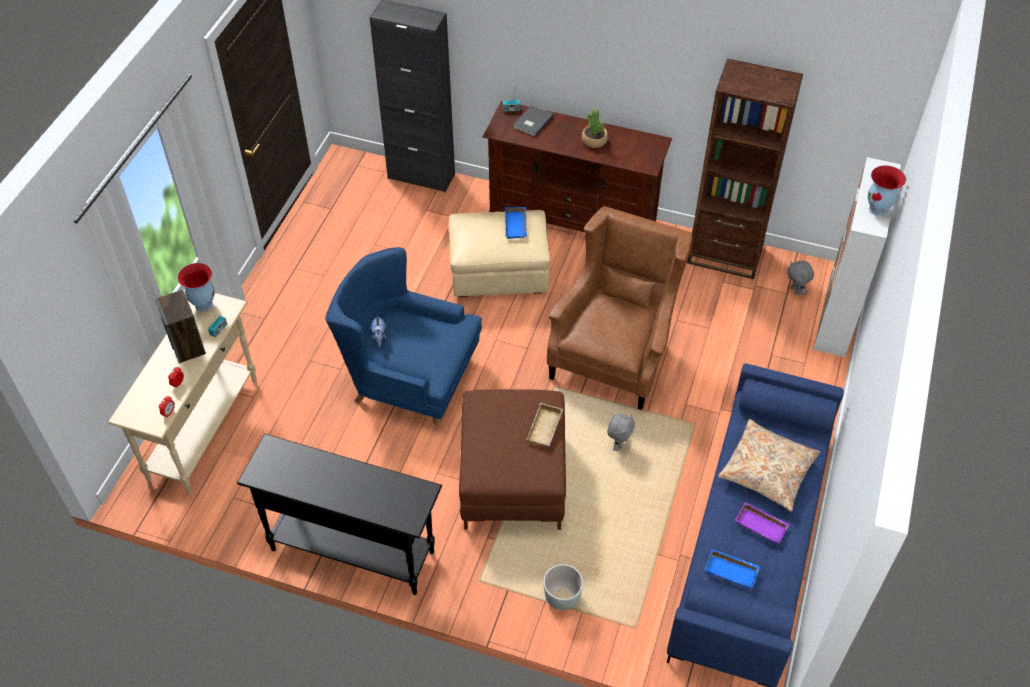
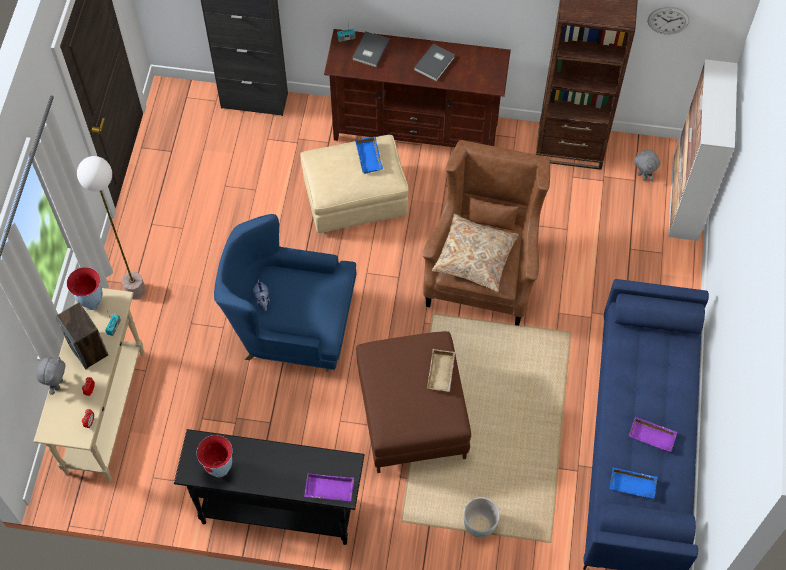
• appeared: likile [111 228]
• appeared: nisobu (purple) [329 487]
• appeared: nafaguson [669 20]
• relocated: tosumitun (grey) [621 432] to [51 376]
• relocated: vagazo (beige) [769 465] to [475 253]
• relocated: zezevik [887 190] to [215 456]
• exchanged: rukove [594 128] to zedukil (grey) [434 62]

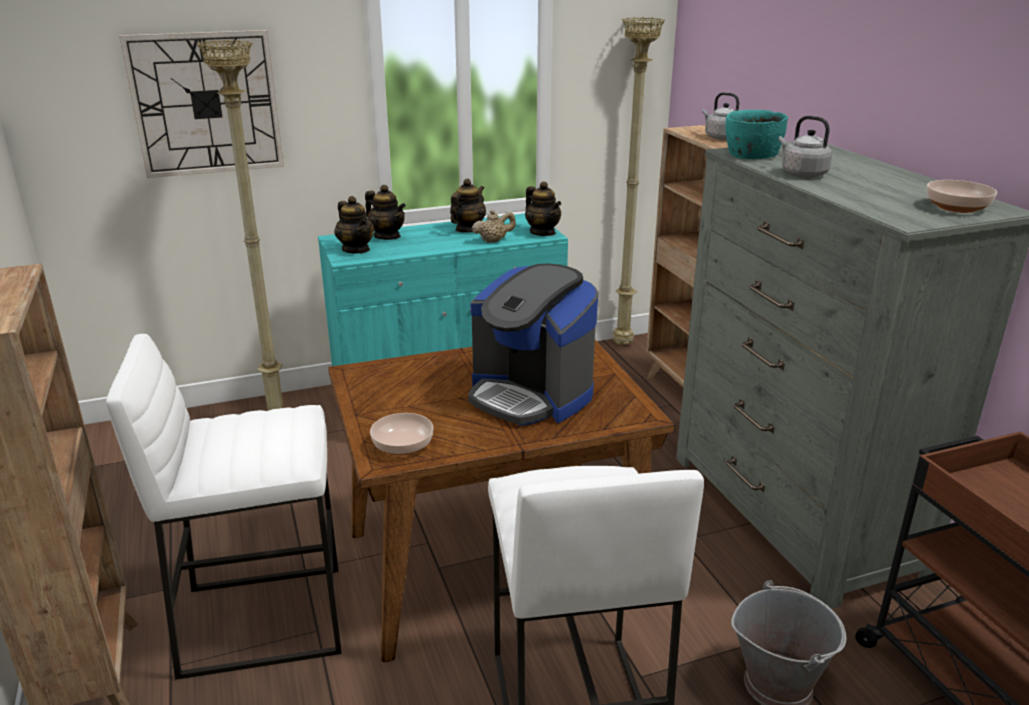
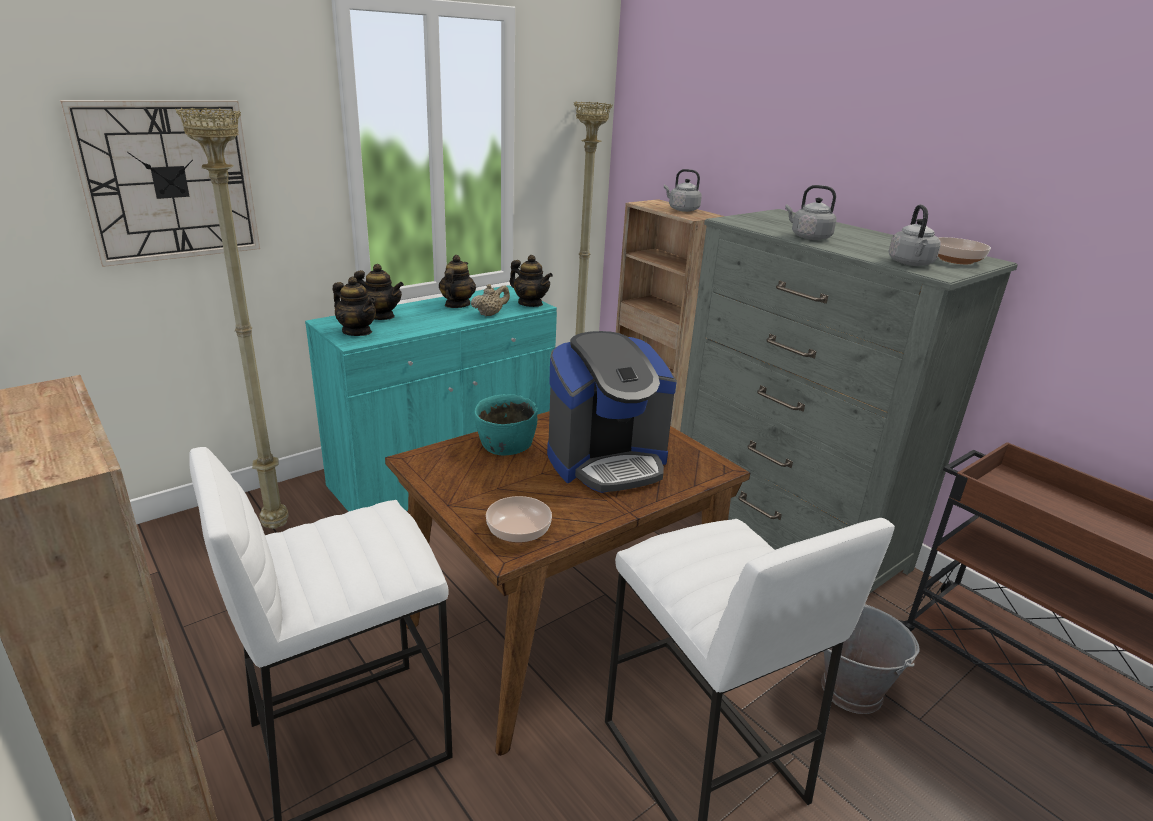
• appeared: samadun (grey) [914 235]
• relocated: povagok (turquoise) [757 134] to [506 424]
• spun: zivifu [533 345] = [612 412] 45 degrees counterclockwise

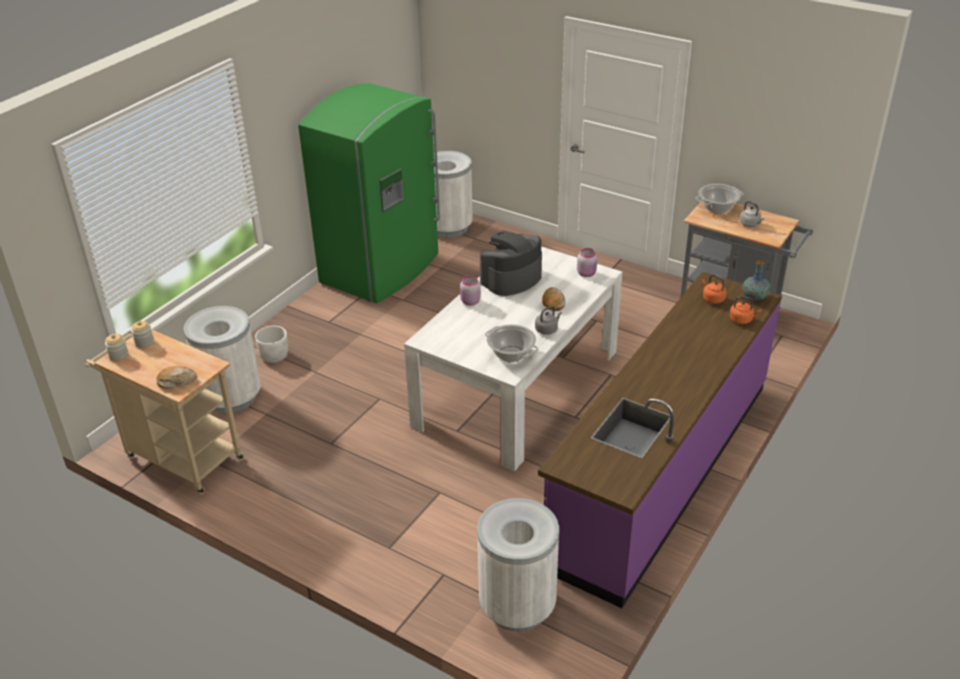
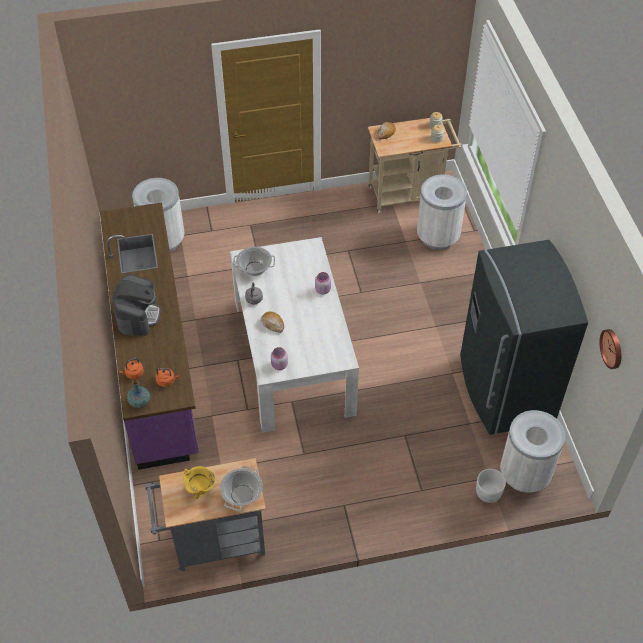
• appeared: nafaguson [610 349]
• relocated: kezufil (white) [271 344] to [491 486]
• relocated: zivifu [511 263] to [136 305]
• exchanged: samadun (grey) [752 214] to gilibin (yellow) [199 482]
• colour: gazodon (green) [369 193] to gazodon (grey) [524 337]

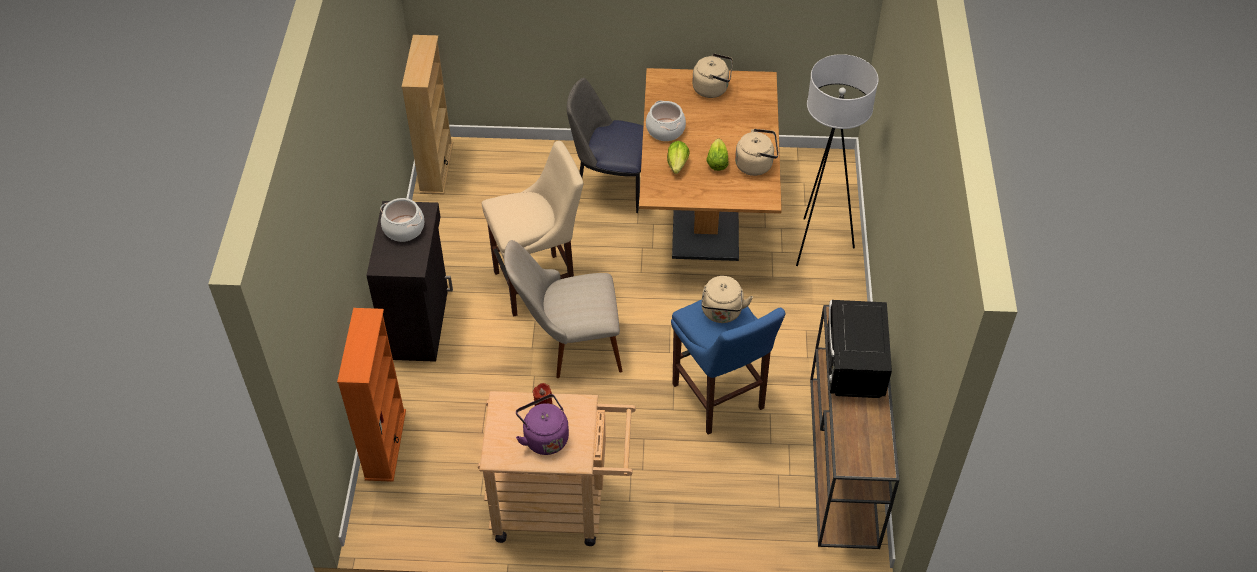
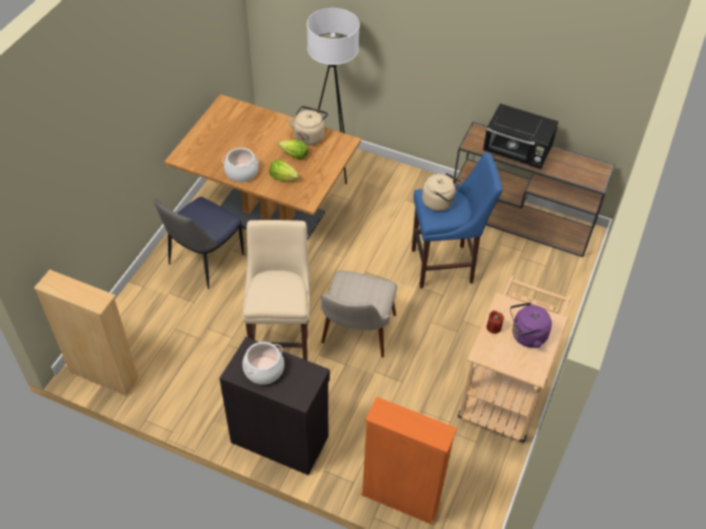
• missing: samadun (beige) [712 75]

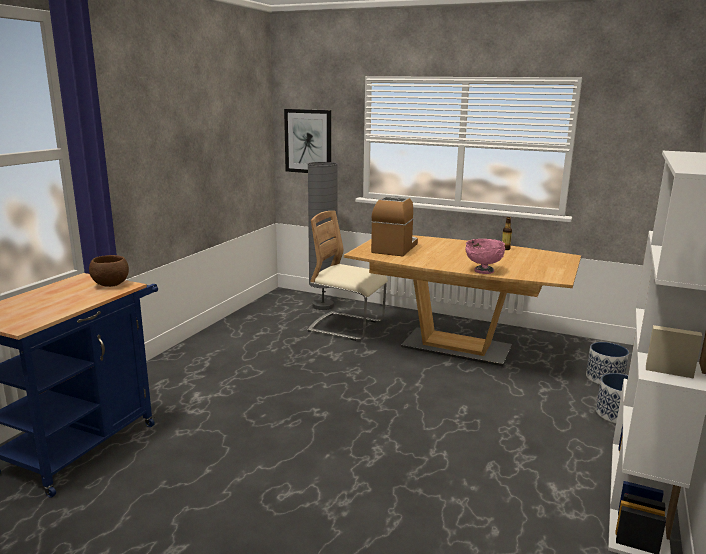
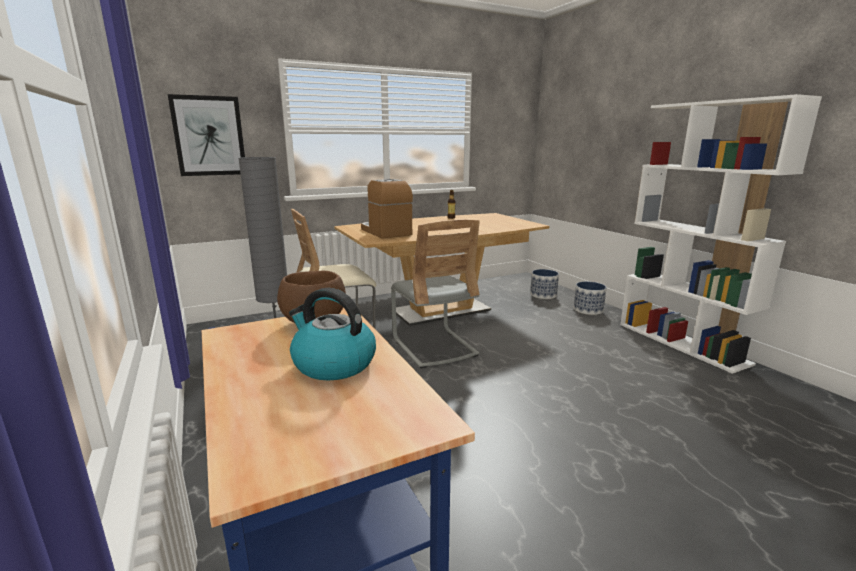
• missing: povagok (pink) [485 256]
• appeared: samadun [332 334]
• appeared: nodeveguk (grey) [435 293]

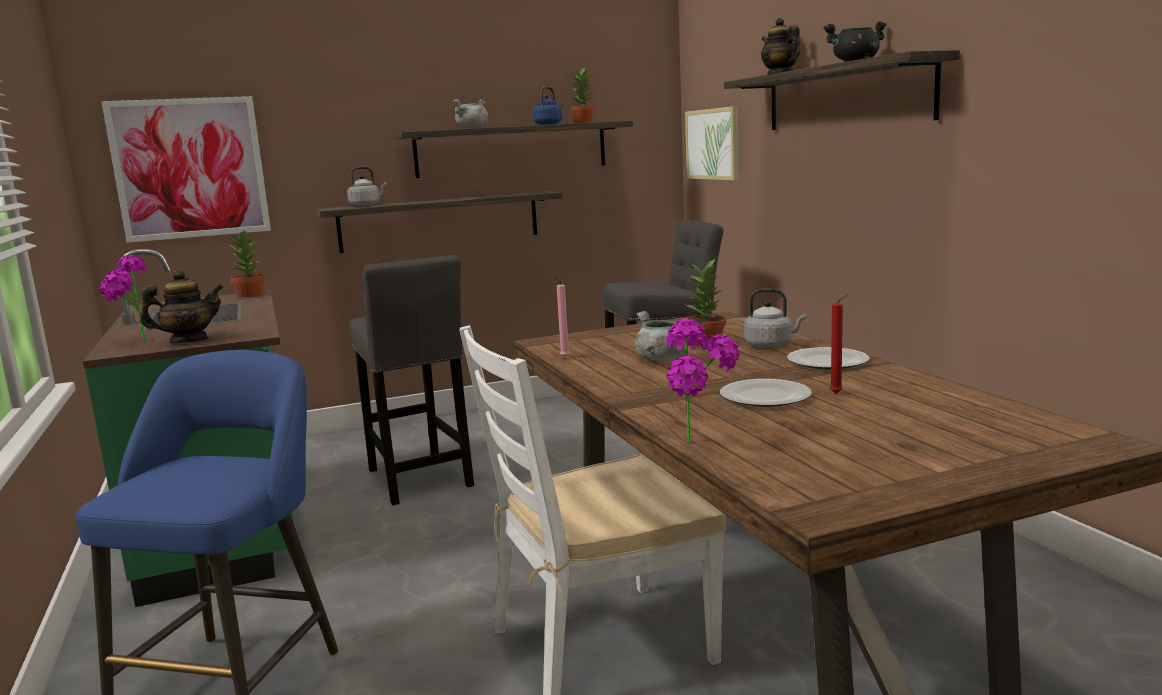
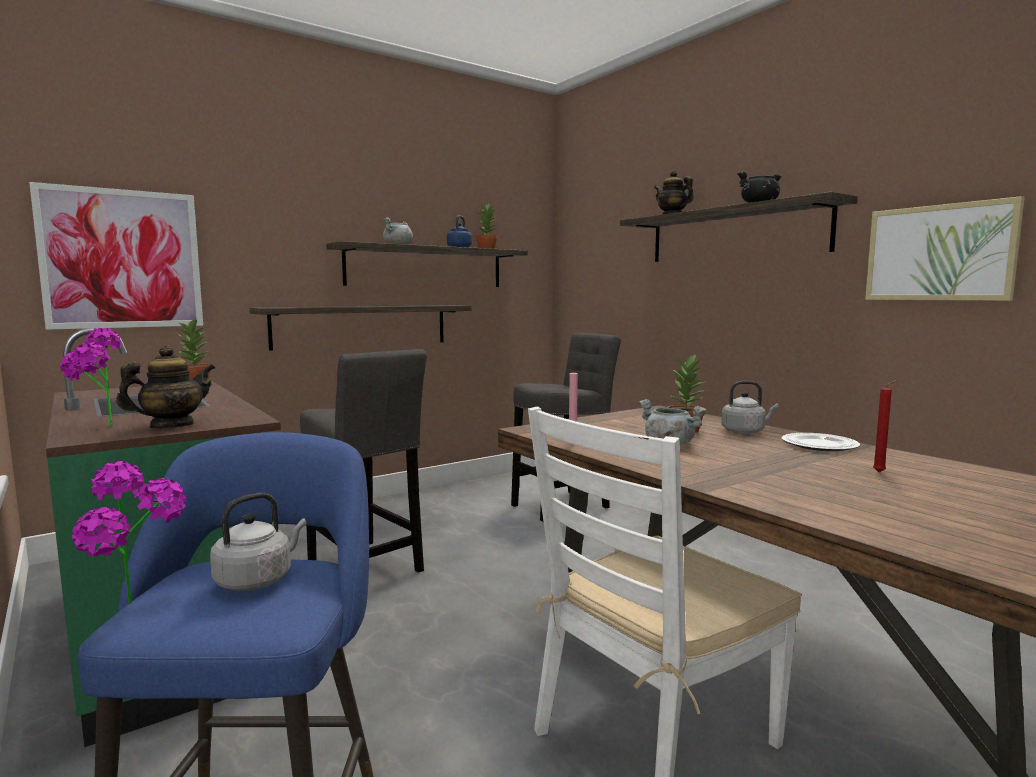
• missing: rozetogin [766 393]
• relocated: samadun (grey) [367 186] to [258 541]
• relocated: rukove [703 380] to [129 532]
• relocated: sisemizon [712 143] to [945 248]

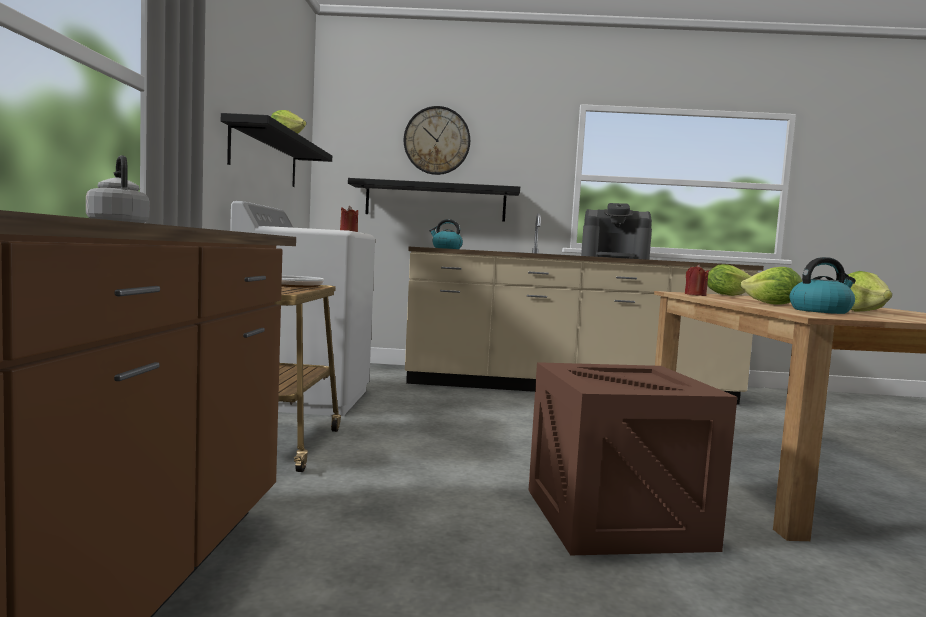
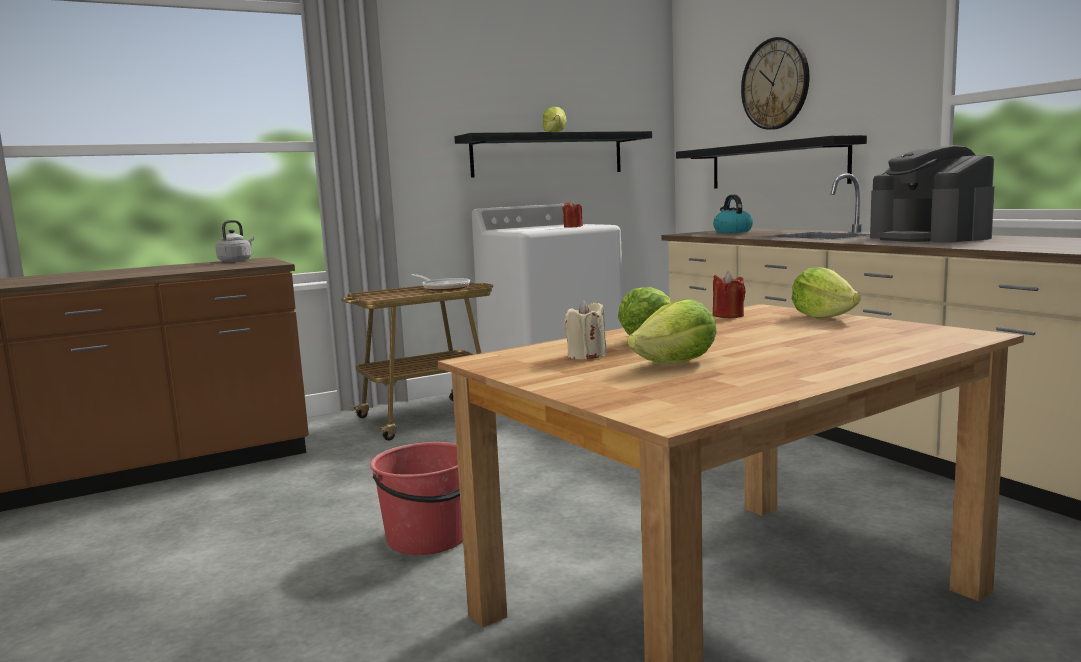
• exchanged: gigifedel [632 458] to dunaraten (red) [416 498]
• exchanged: samadun [823 285] to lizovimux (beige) [585 329]

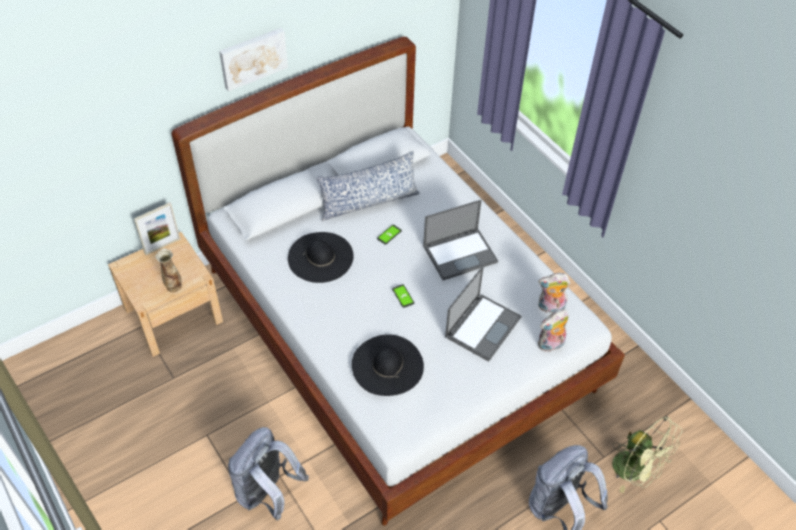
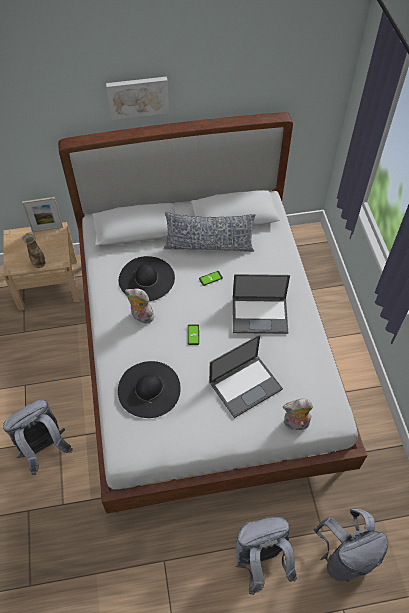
• relocated: tosumitun [554 293] to [139 306]
• exchanged: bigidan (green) [647 454] to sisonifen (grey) [350 545]

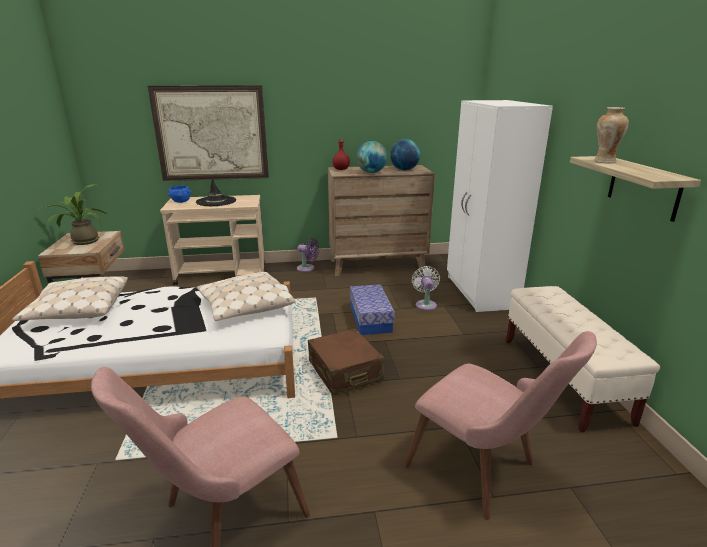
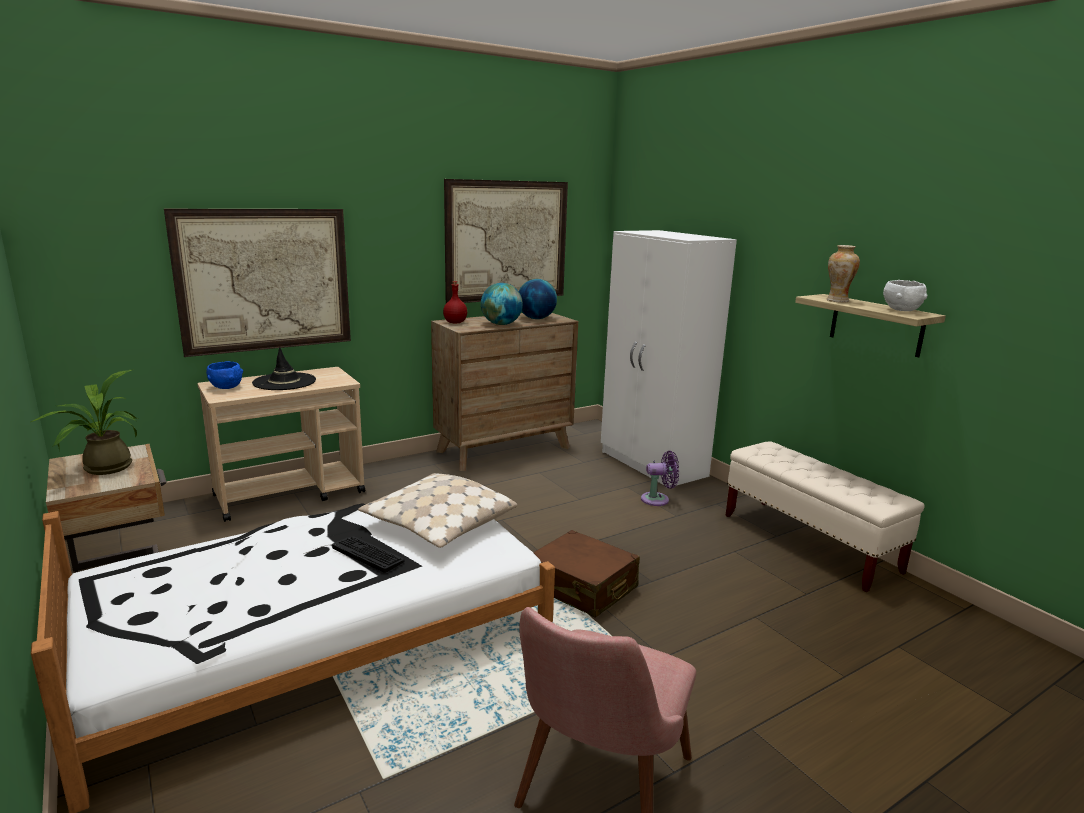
• missing: vagazo (beige) [70 298]
• missing: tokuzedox [372 309]
• missing: nodeveguk (pink) [500 425]
• missing: bigidan (white) [426 288]
• appeared: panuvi [368 554]
• appeared: sisemizon [506 241]
• appeared: povagok (white) [905 295]
• relocated: bigidan (purple) [308 255] to [660 478]

